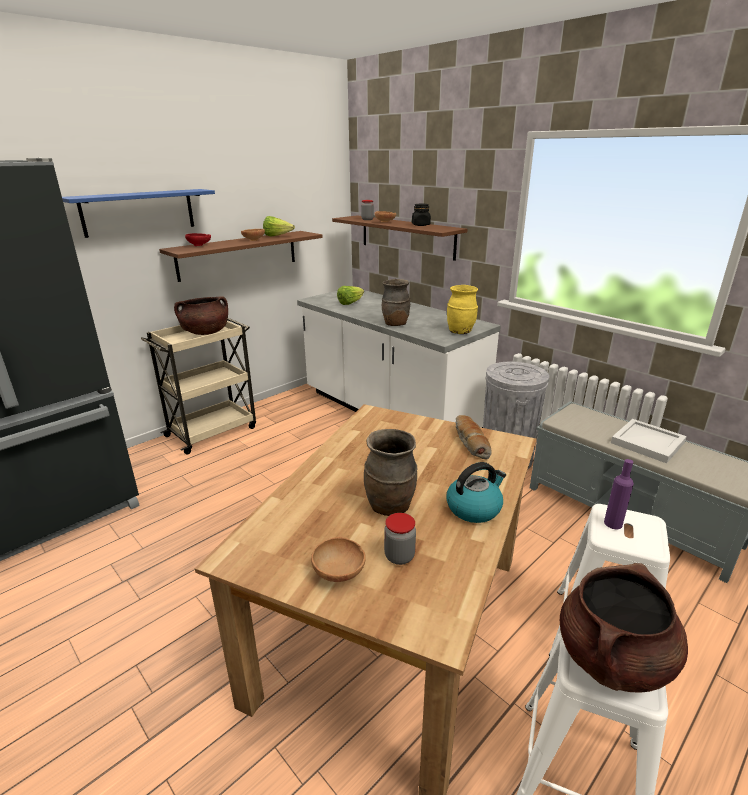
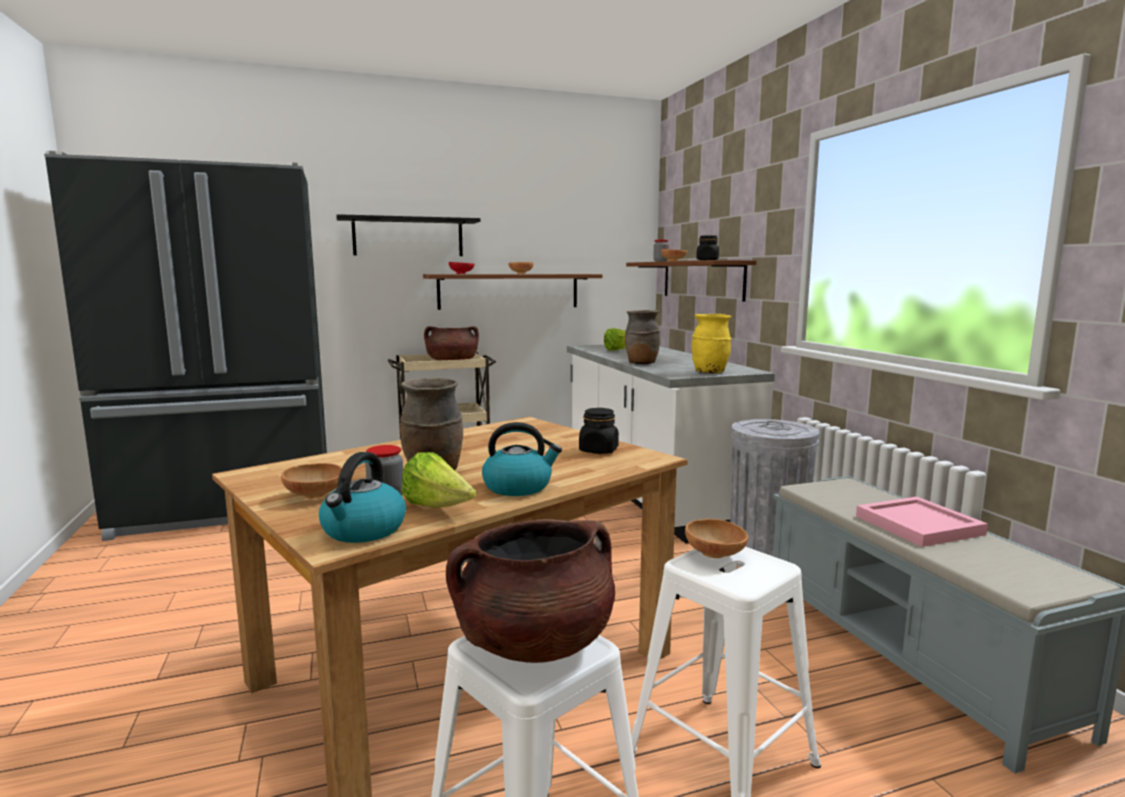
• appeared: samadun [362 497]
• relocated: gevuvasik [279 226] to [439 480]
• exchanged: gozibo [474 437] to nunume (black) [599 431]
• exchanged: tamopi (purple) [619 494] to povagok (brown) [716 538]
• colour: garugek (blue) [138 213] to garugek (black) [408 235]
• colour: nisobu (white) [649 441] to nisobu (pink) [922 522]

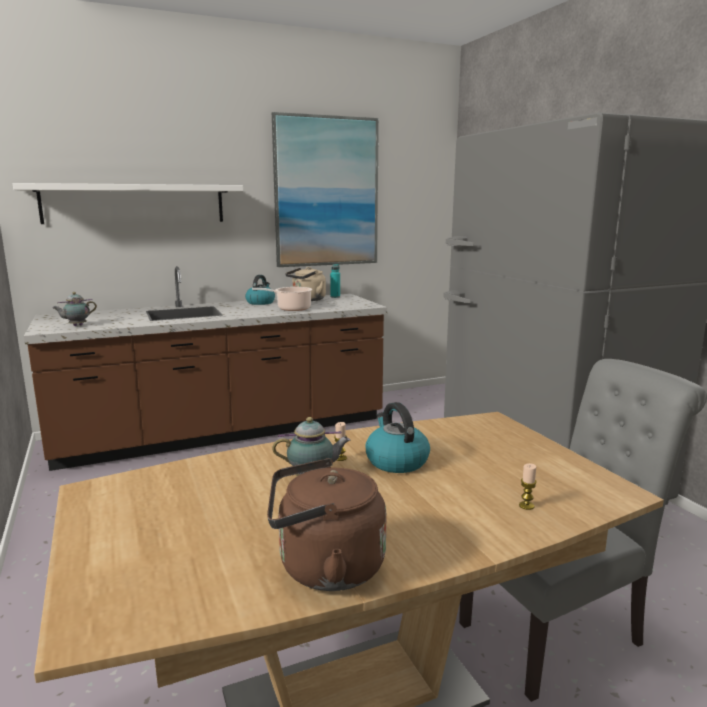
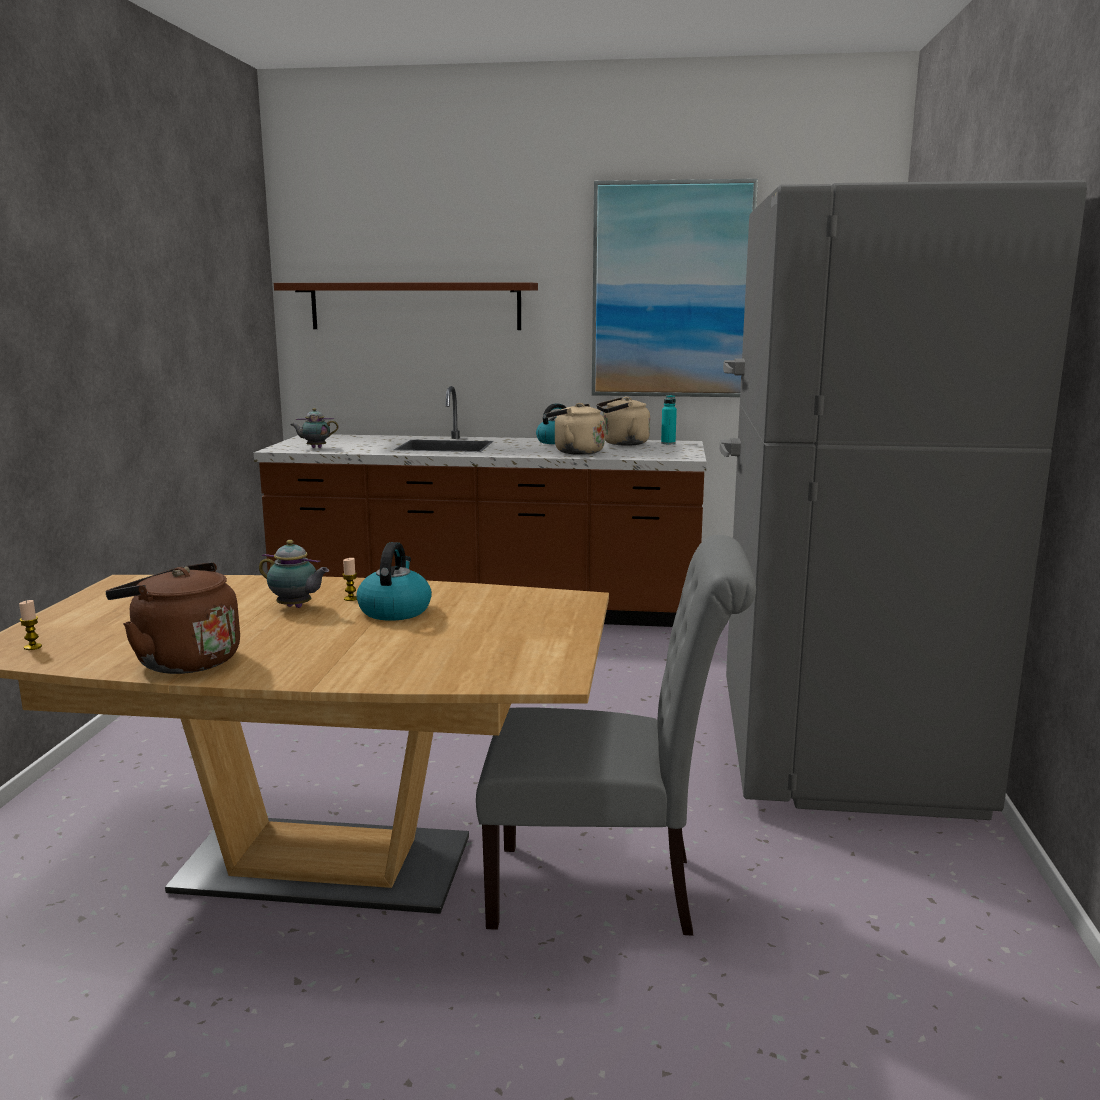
• relocated: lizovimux [528 486] to [30 625]
• exchanged: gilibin [282 299] to samadun (beige) [575 429]
• colour: garugek (white) [127 203] to garugek (brown) [406 306]

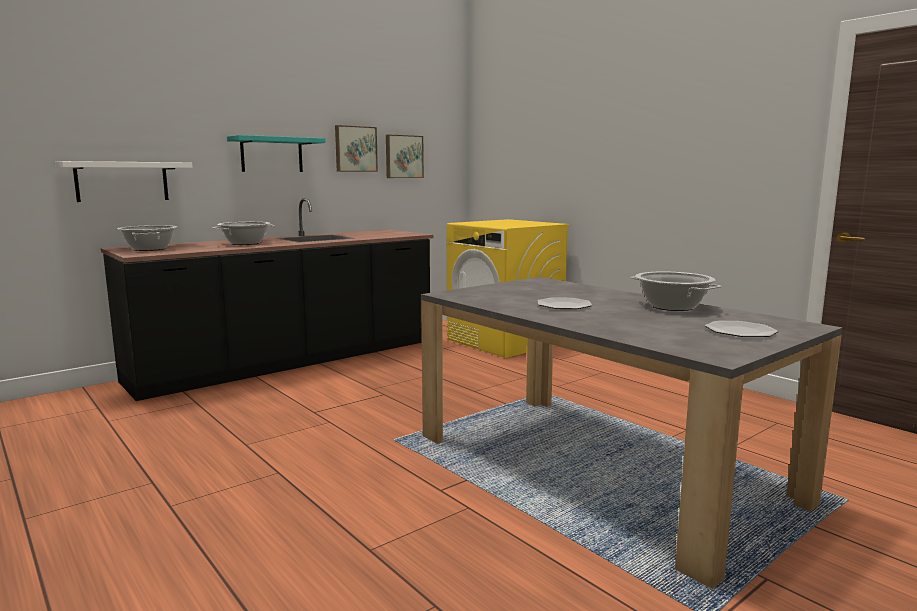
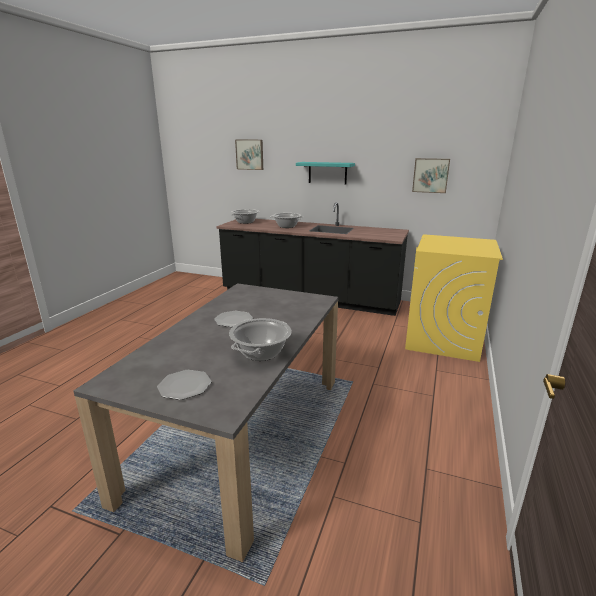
• missing: garugek (white) [124 181]
• relocated: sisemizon [356 148] to [249 155]

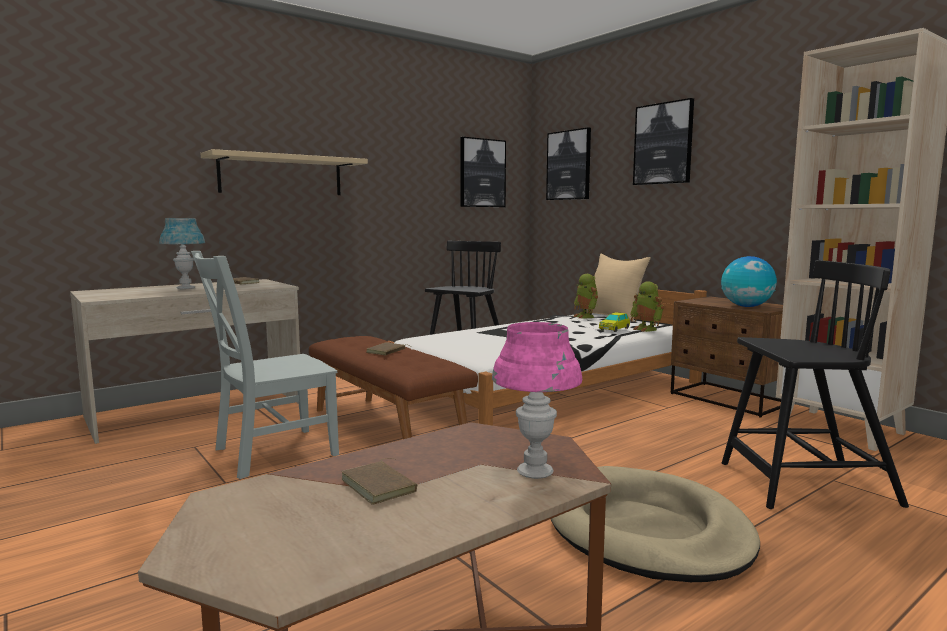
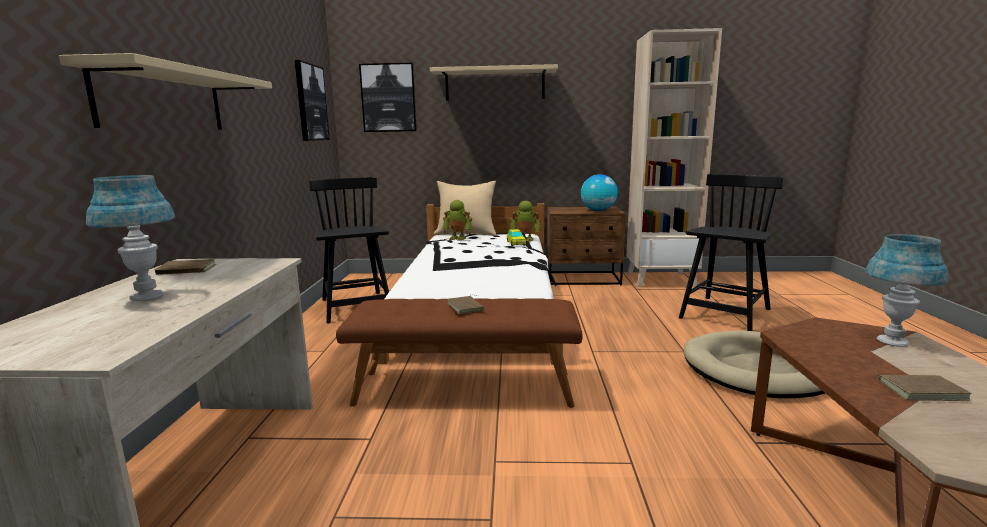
• missing: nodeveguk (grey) [265 365]
• exchanged: sisemizon [663 141] to garugek (beige) [494 82]
• colour: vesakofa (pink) [537 400] to vesakofa (blue) [906 290]

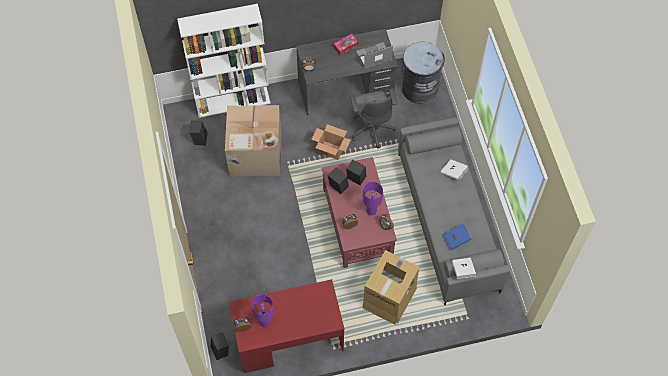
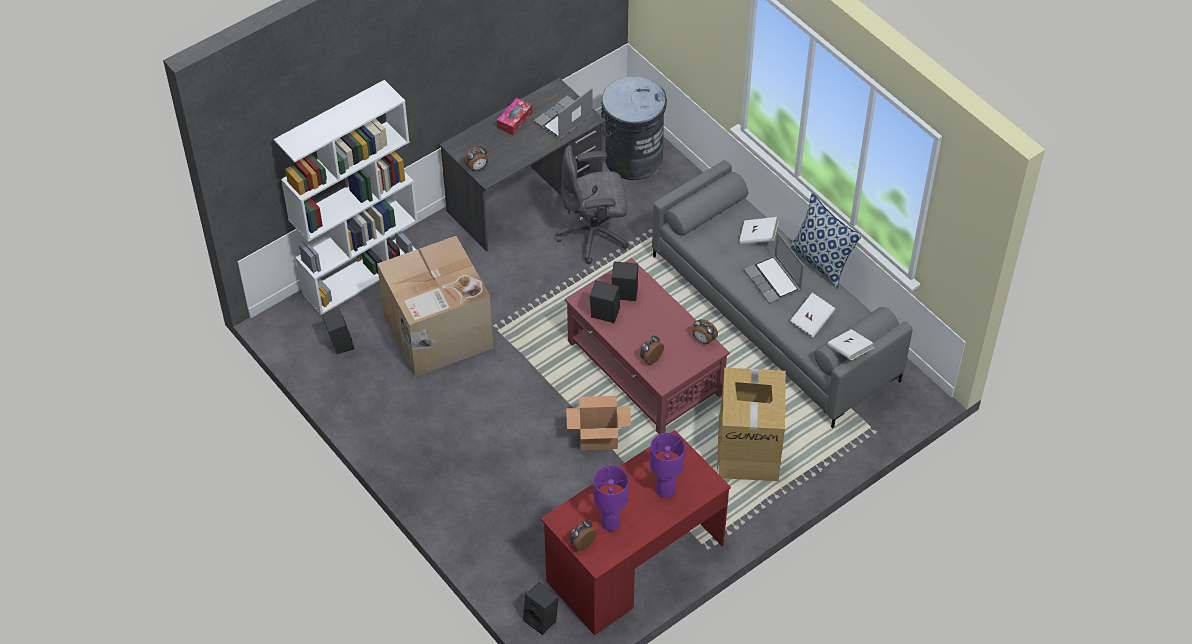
• appeared: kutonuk [774 268]
• appeared: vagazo [825 241]
• relocated: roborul [331 142] to [598 423]
• relocated: vesakofa (purple) [373 199] to [667 465]
• colour: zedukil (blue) [457 236] to zedukil (white) [812 315]
• spun: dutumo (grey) [373 118] = [592 205] 120 degrees clockwise

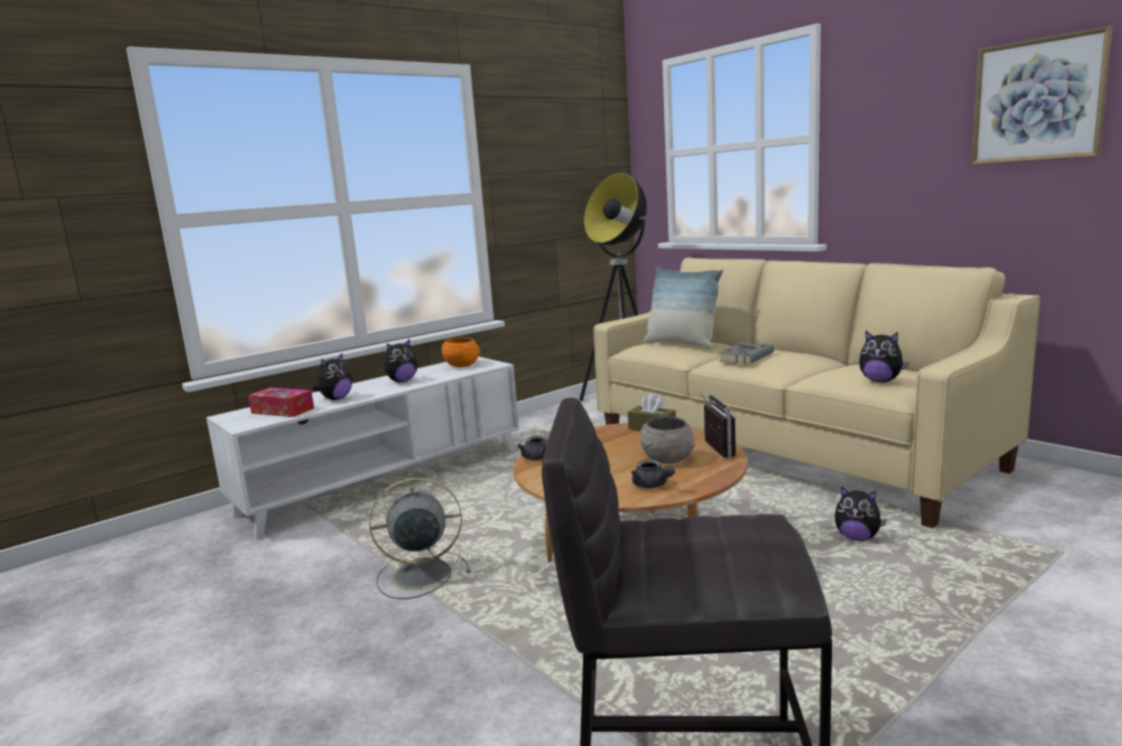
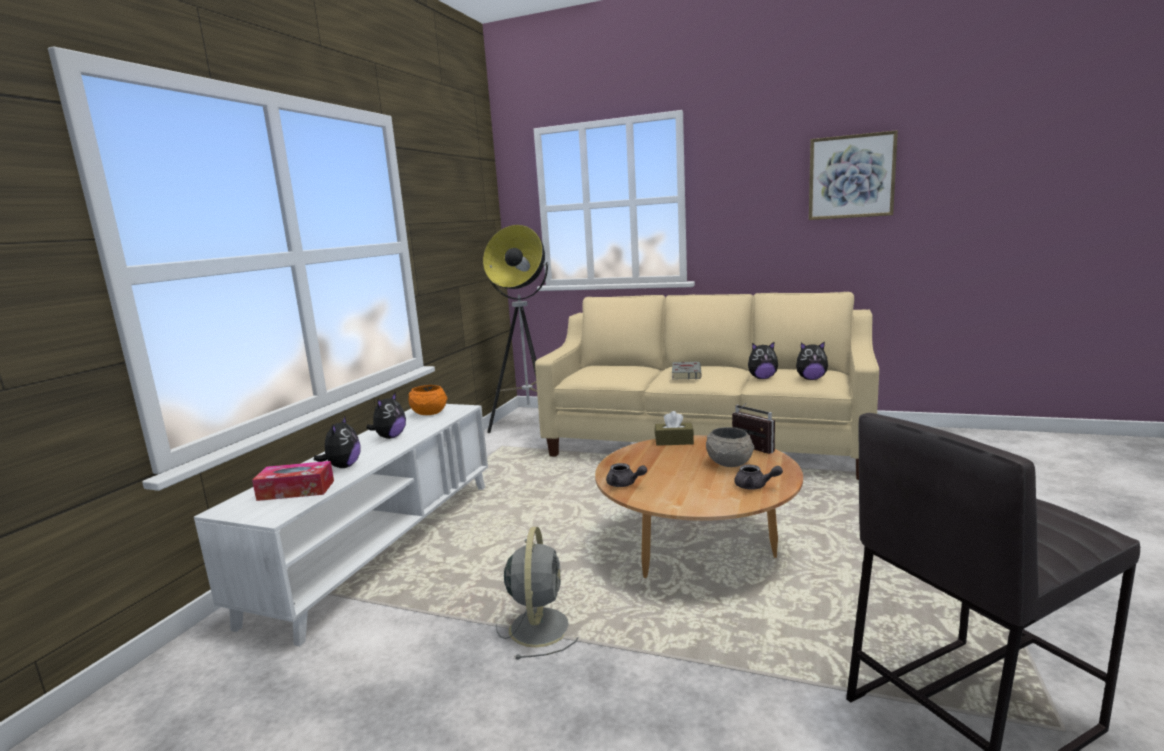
• missing: vagazo [683 308]
• relocated: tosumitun [861 513] to [763 360]
• spun: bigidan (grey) [420 538] = [537 593] 135 degrees clockwise

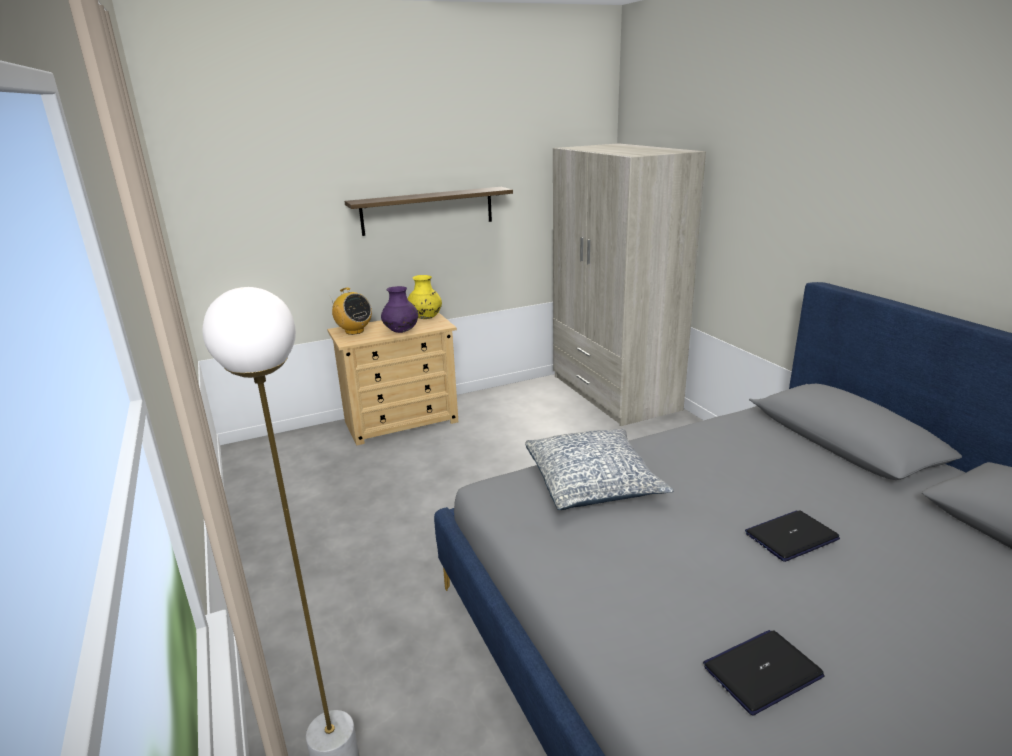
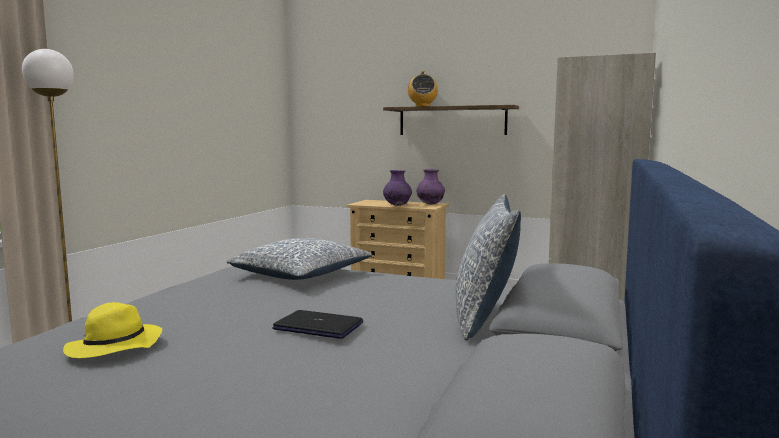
• appeared: vagazo [488 267]
• relocated: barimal [350 311] to [423 89]
• exchanged: kutonuk [763 672] to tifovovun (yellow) [112 330]
• colour: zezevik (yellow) [425 297] to zezevik (purple) [430 186]

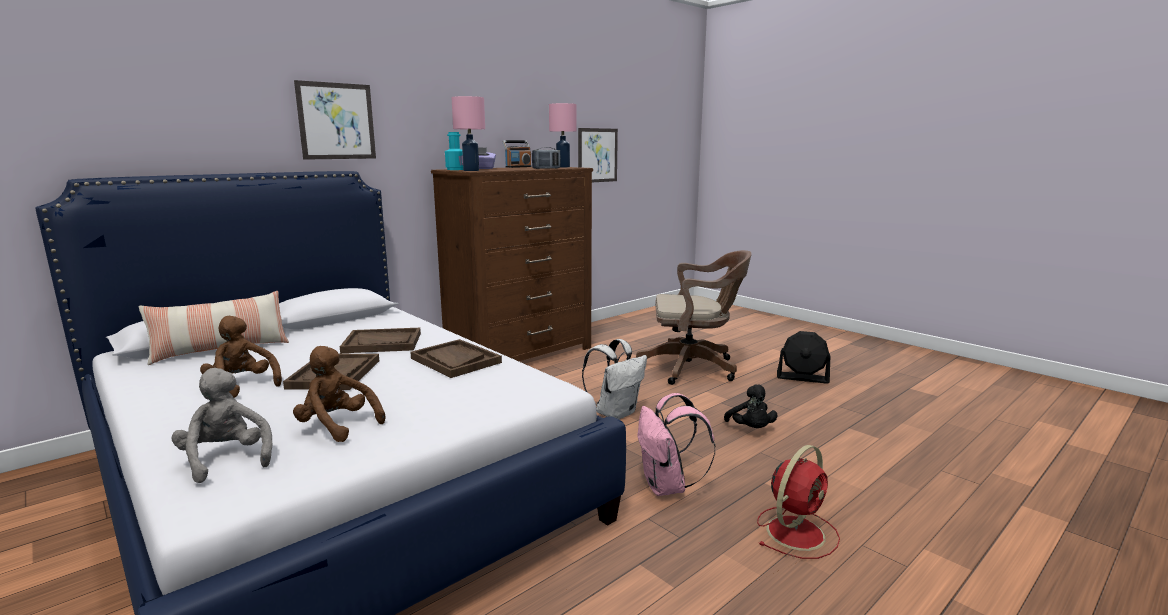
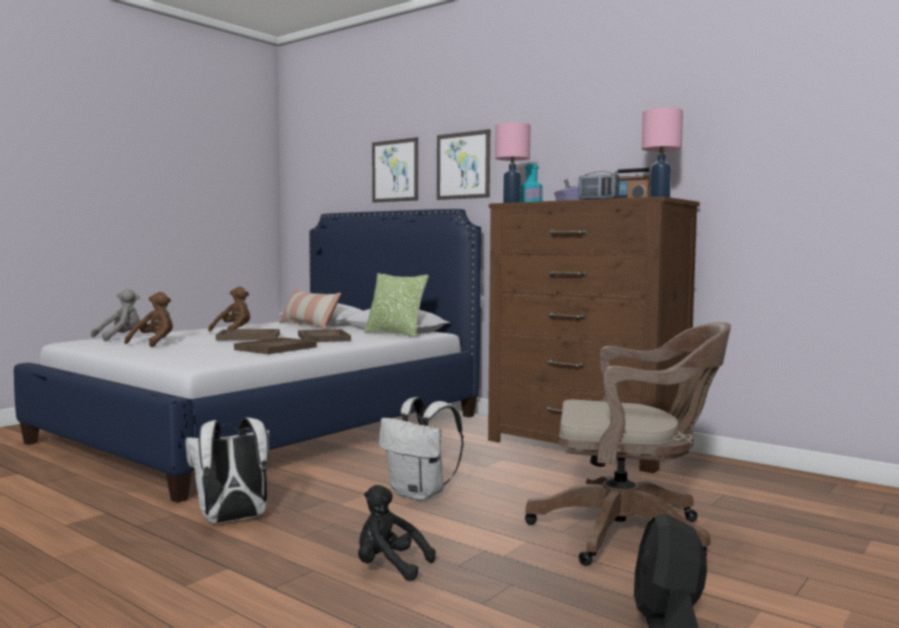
• missing: bigidan (red) [798 502]
• appeared: vagazo [396 305]
• relocated: sisemizon [598 155] to [395 170]
• colour: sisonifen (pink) [676 444] to sisonifen (white) [227 470]
• spun: dutumo (brown) [694 317] = [628 444] 75 degrees counterclockwise
• spun: tosumitun (black) [750 406] = [396 533] 45 degrees clockwise

